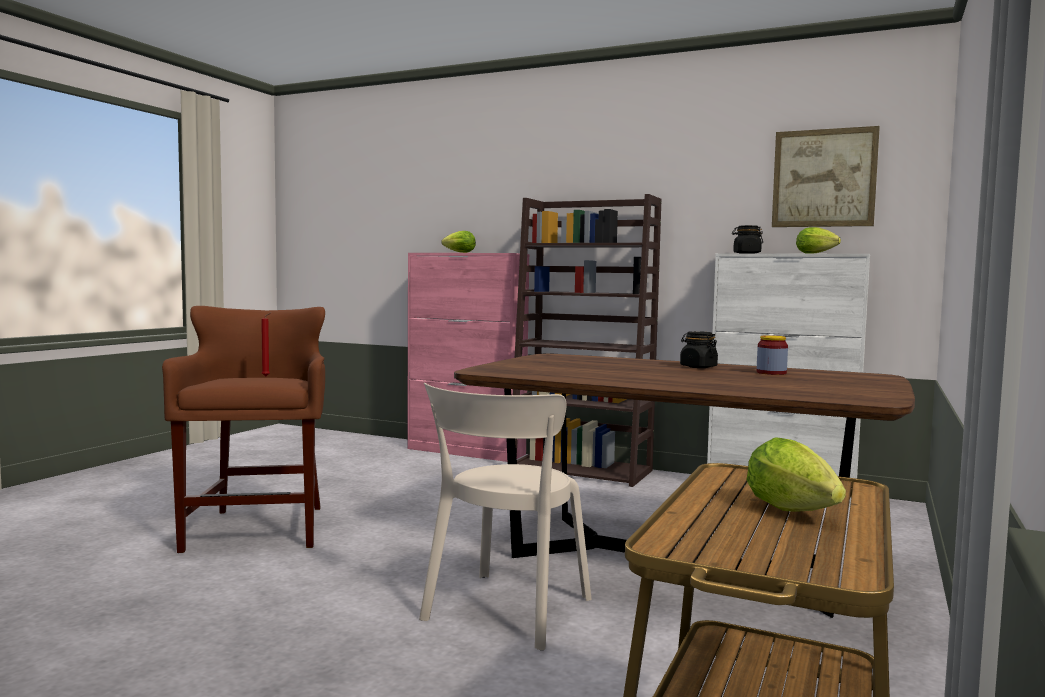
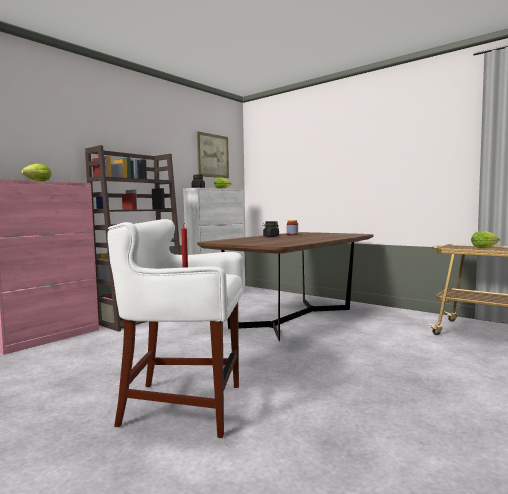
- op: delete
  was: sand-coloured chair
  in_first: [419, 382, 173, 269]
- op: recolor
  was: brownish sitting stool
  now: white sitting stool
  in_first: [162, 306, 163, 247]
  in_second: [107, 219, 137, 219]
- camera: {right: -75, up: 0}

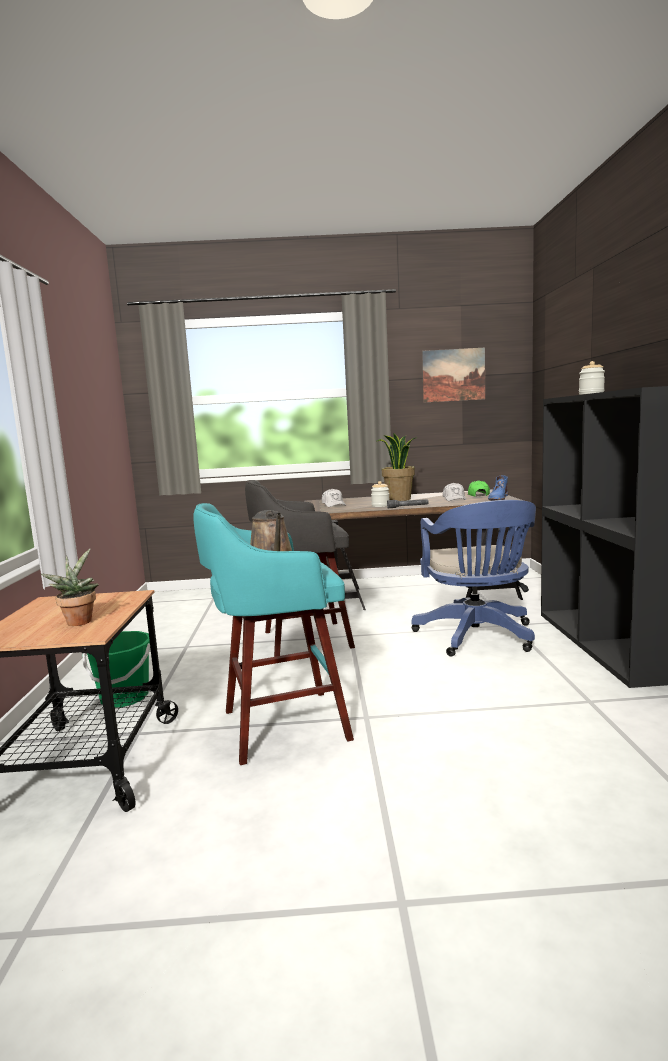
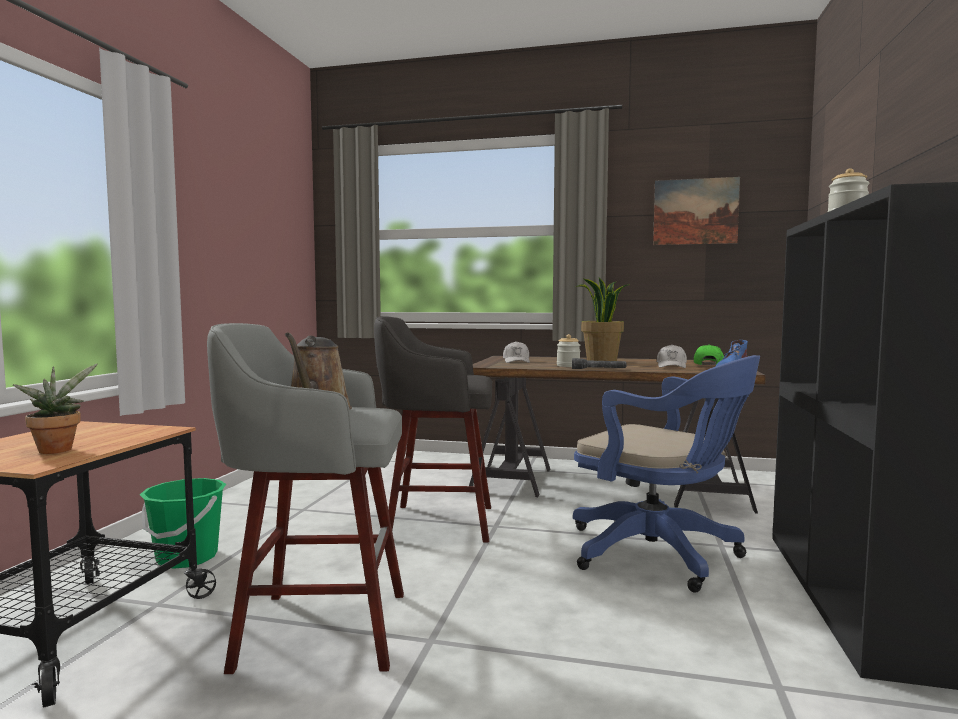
- op: recolor
  was: turquoise sitting stool
  now: gray sitting stool
  in_first: [193, 503, 161, 262]
  in_second: [207, 323, 197, 351]
- op: rotate
  was: bluish desk chair
  in_first: [411, 500, 125, 156]
  in_second: [573, 355, 187, 237]
  clockwise: -60
- camera: {right: 15, up: -5}

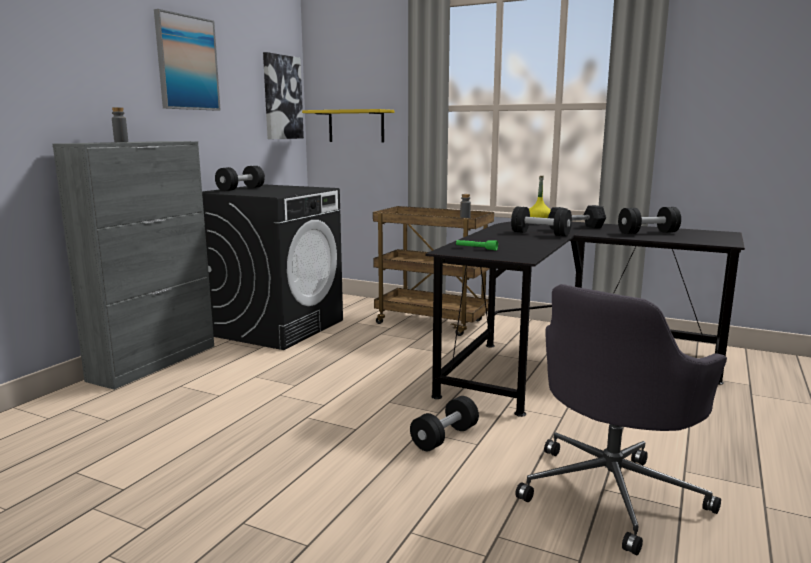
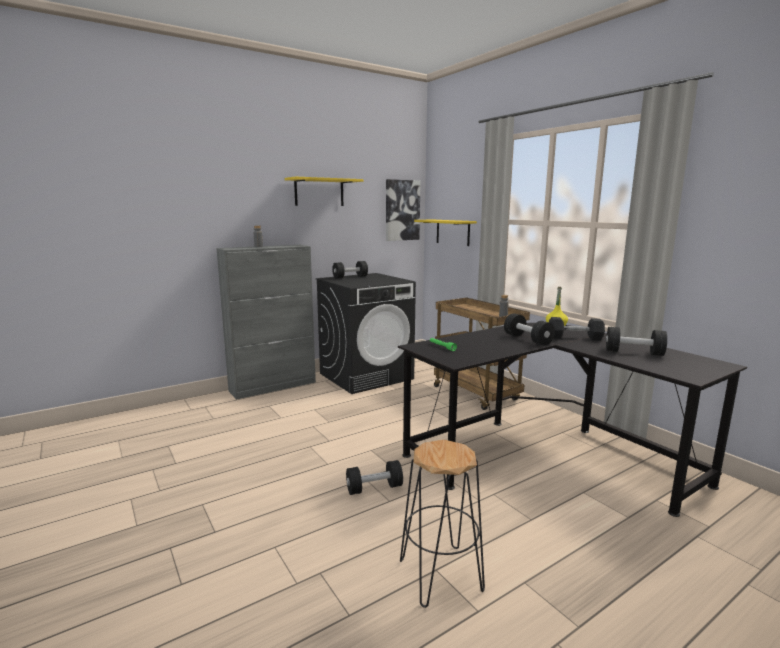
- op: replace
  was: wall picture
  now: yellowish shelf
  in_first: [154, 9, 67, 102]
  in_second: [285, 177, 78, 29]
- op: replace
  was: gray desk chair
  now: black-coloured sitting stool
  in_first: [515, 284, 212, 271]
  in_second: [400, 440, 85, 168]
- camera: {right: 30, up: 0}

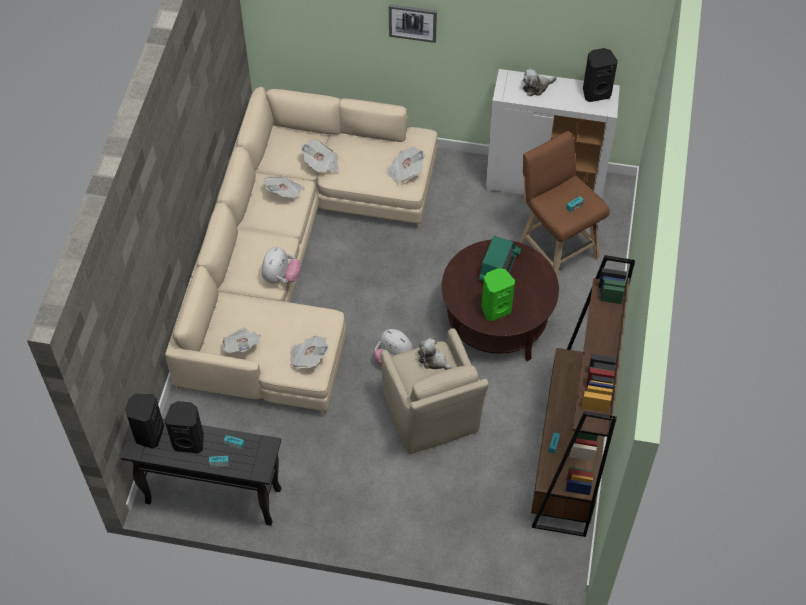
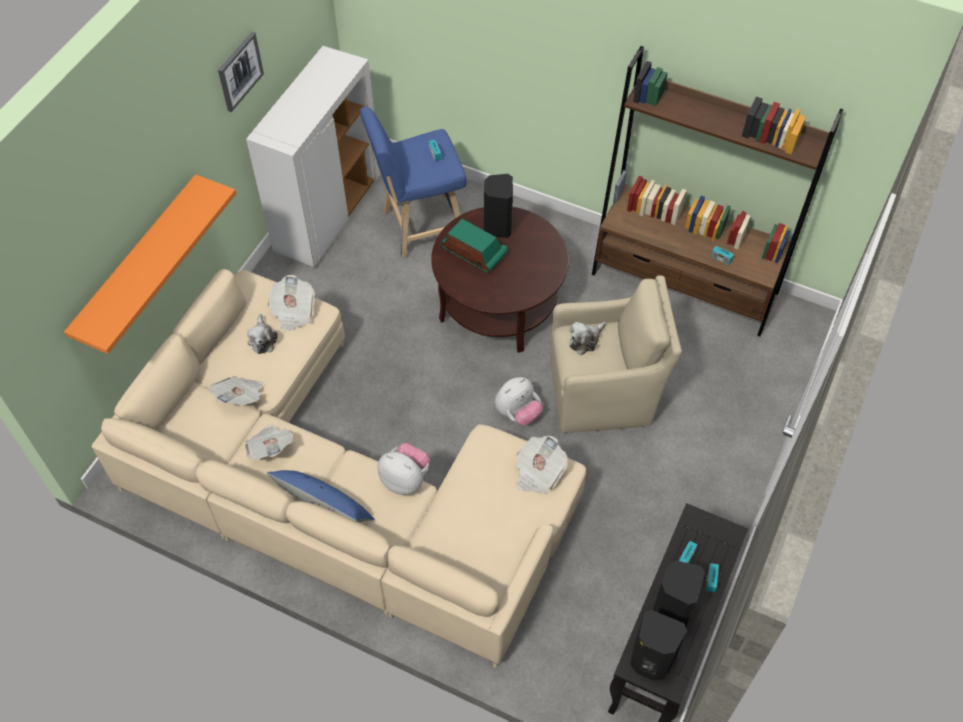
- op: delete
  was: daily paper
  in_first: [222, 327, 39, 26]
- op: delete
  was: green loudspeaker
  in_first: [481, 268, 34, 53]
- op: insert
  now: orangey shelf
  in_second: [64, 174, 172, 180]
- op: insert
  now: bluish pillow
  in_second: [267, 470, 108, 52]
- op: move
  was: wall picture
  in_first: [389, 4, 48, 39]
  in_second: [218, 32, 46, 80]
- op: move
  was: soft toy
  in_first: [523, 69, 34, 27]
  in_second: [247, 314, 31, 40]
- op: move
  was: black-coloured loudspeaker
  in_first: [583, 48, 35, 54]
  in_second: [484, 174, 29, 64]
- op: recolor
  was: brownish sitting stool
  now: bluish sitting stool
  in_first: [519, 131, 91, 145]
  in_second: [360, 106, 107, 152]
- camera: {right: -75, up: 0}

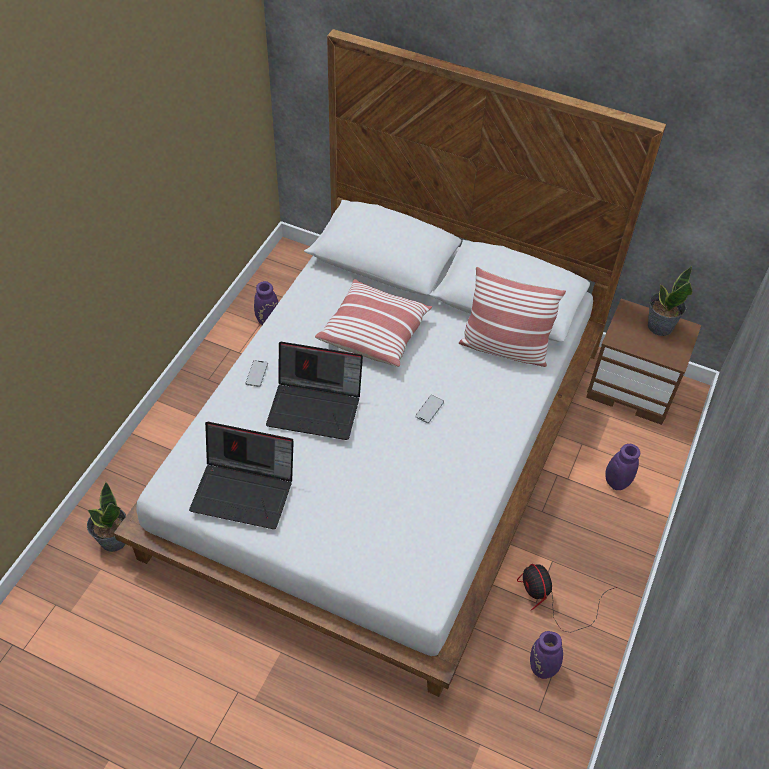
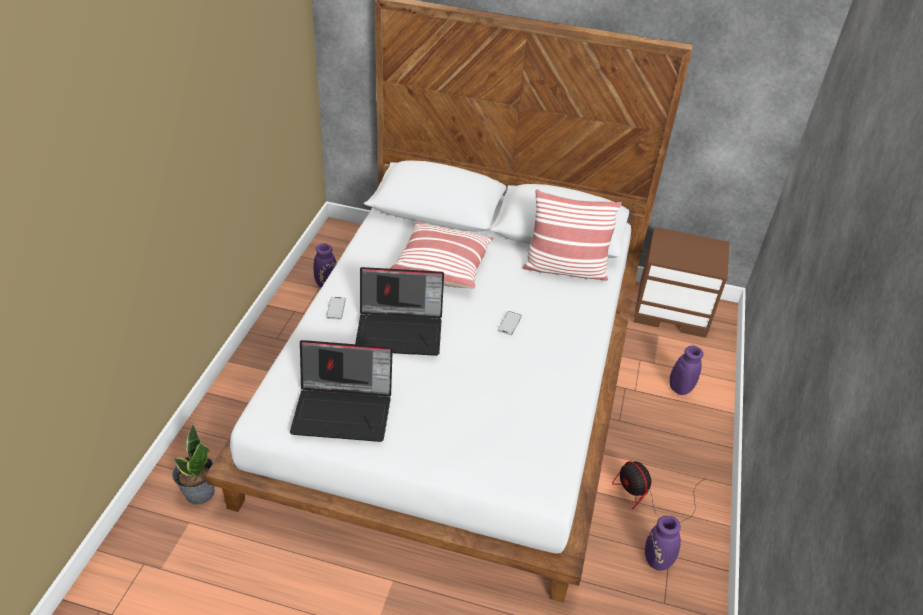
- op: delete
  was: potted plant
  in_first: [648, 266, 44, 70]
- camera: {right: -10, up: -10}

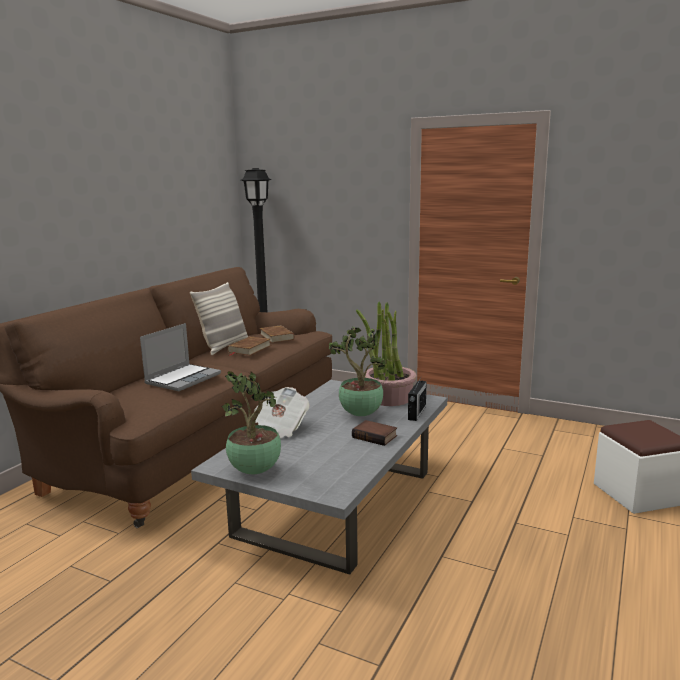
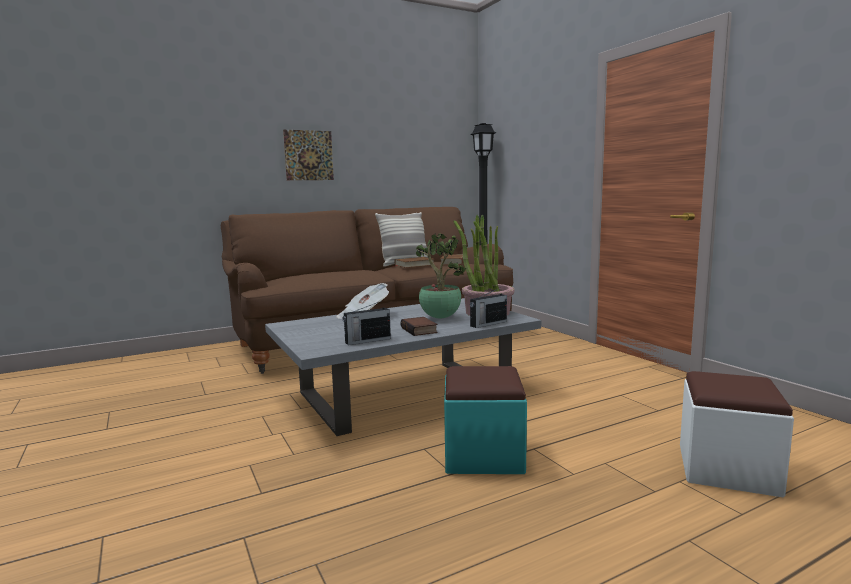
- op: delete
  was: laptop
  in_first: [140, 323, 81, 68]
- op: delete
  was: potted plant
  in_first: [221, 371, 60, 103]
- op: insert
  now: wall picture
  in_second: [283, 130, 51, 50]
- op: insert
  now: radio set
  in_second: [343, 301, 48, 44]
- op: insert
  now: turquoise pouffe
  in_second: [444, 366, 83, 108]
- camera: {right: 35, up: -5}

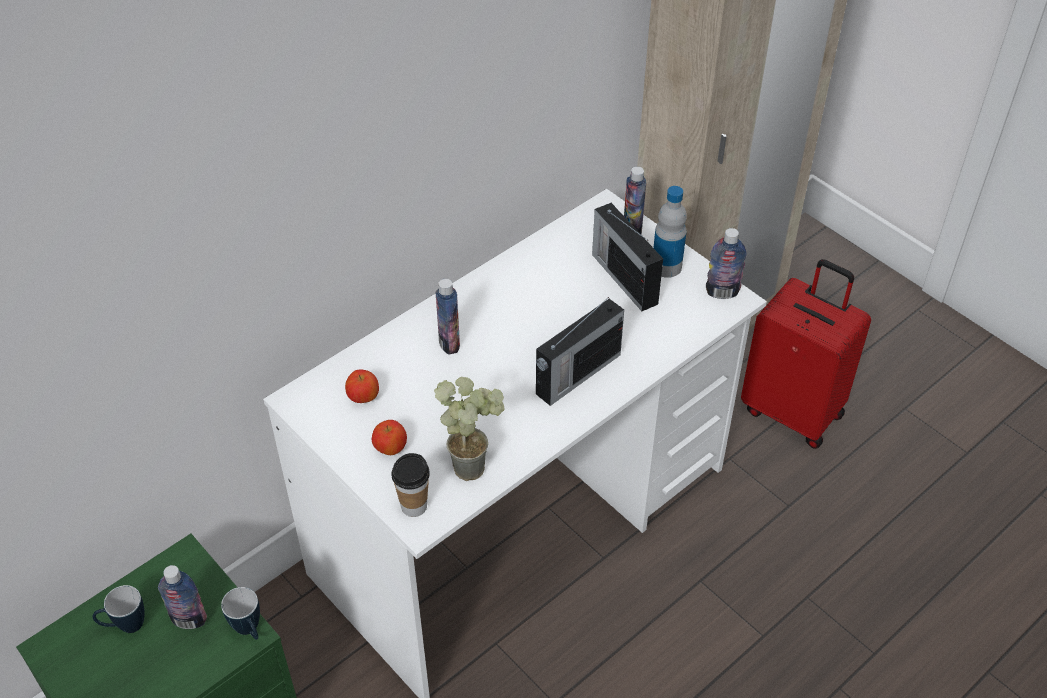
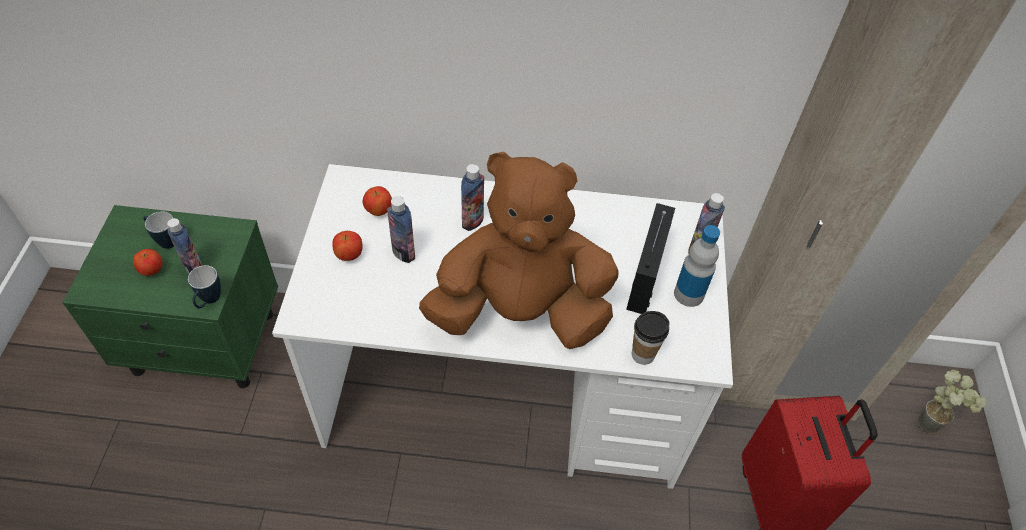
- op: insert
  now: whole apple
  in_second: [133, 249, 30, 27]
- op: move
  was: cup
  in_first: [392, 453, 38, 64]
  in_second: [632, 311, 37, 54]
- op: move
  was: potted plant
  in_first: [434, 377, 71, 104]
  in_second: [918, 370, 69, 64]
- op: move
  was: drink bottle
  in_first: [706, 228, 41, 71]
  in_second: [387, 196, 28, 67]
- op: replace
  was: radio set
  now: brownish soft toy
  in_first: [536, 297, 88, 109]
  in_second: [419, 152, 200, 197]
- camera: {right: 45, up: 5}

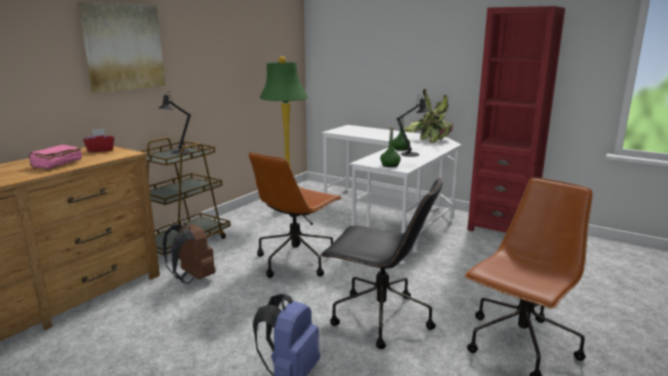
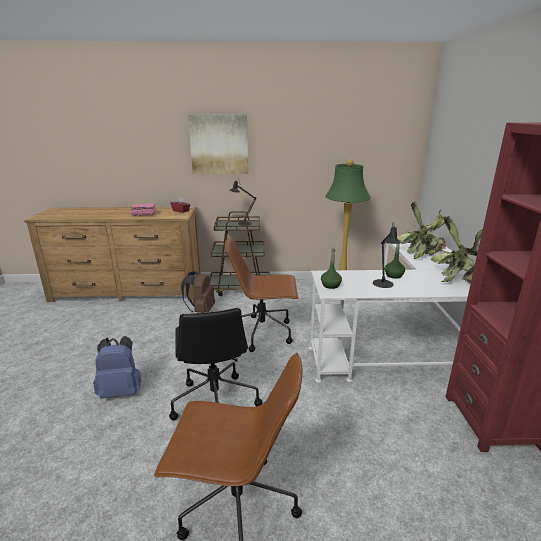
- op: insert
  now: potted plant
  in_second: [397, 202, 50, 57]
- camera: {right: 55, up: 5}

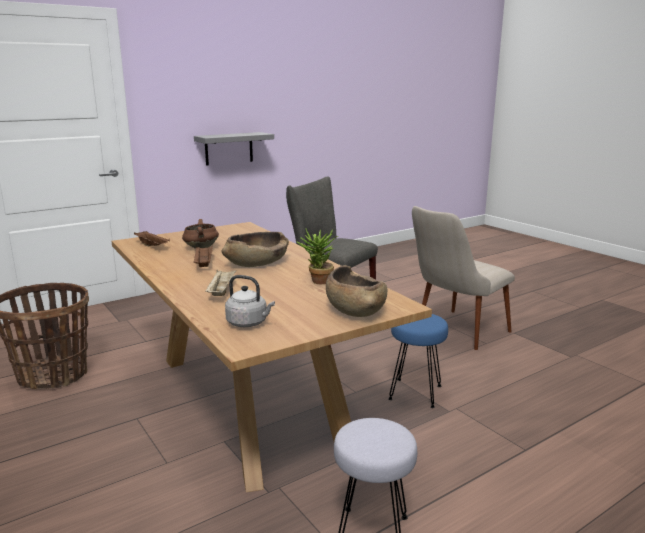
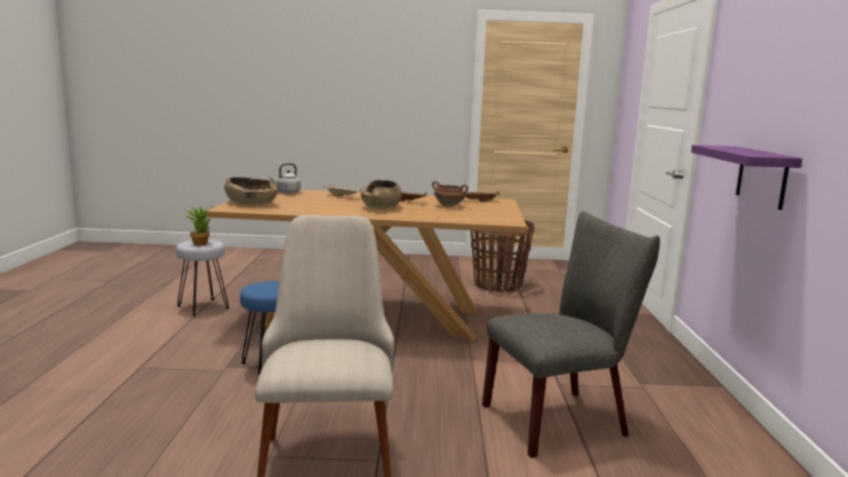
- op: move
  was: potted plant
  in_first: [297, 228, 41, 56]
  in_second: [184, 206, 28, 40]
- op: recolor
  was: gray shelf
  now: purple shelf
  in_first: [194, 132, 80, 34]
  in_second: [691, 145, 111, 65]
- camera: {right: 125, up: -5}

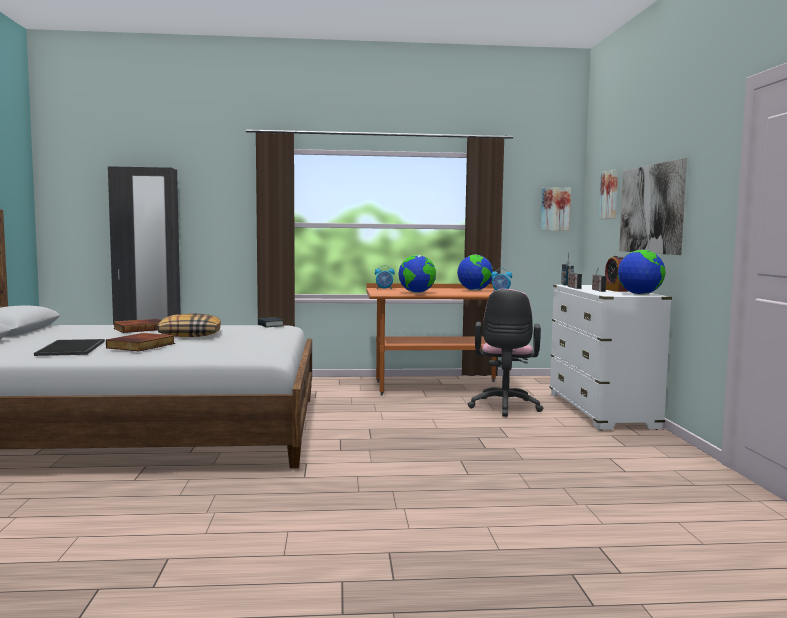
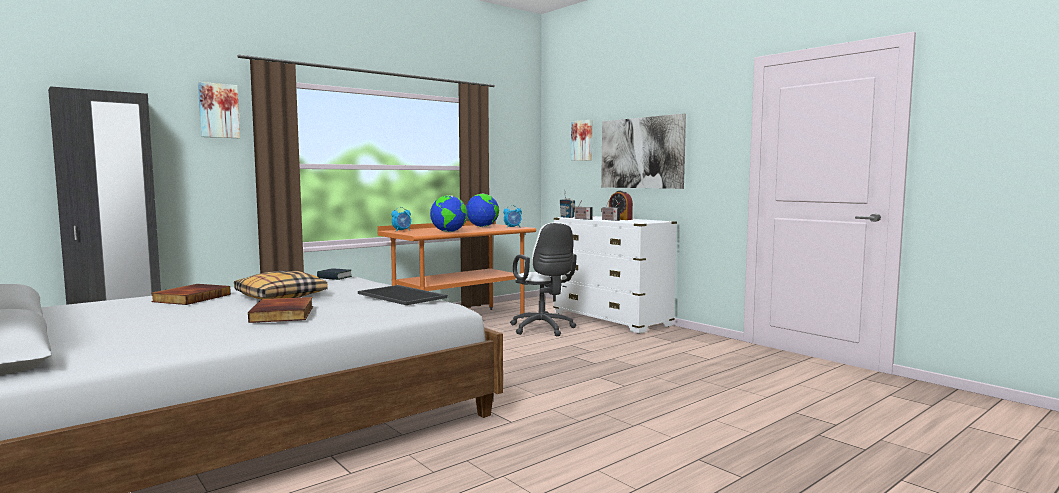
- op: delete
  was: world globe
  in_first: [618, 250, 48, 45]
- op: move
  was: serving tray
  in_first: [34, 339, 71, 17]
  in_second: [358, 285, 89, 20]
- op: move
  was: wall picture
  in_first: [540, 187, 31, 44]
  in_second: [198, 82, 42, 56]
- op: recolor
  was: pinkish desk chair
  now: white desk chair
  in_first: [468, 289, 75, 128]
  in_second: [510, 223, 67, 113]
- camera: {right: -35, up: 0}

